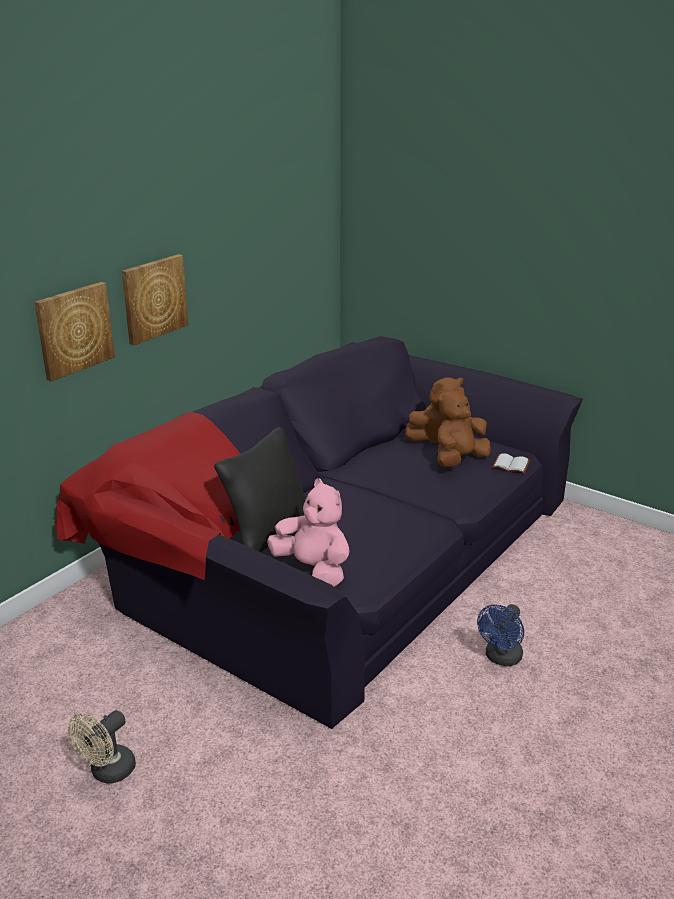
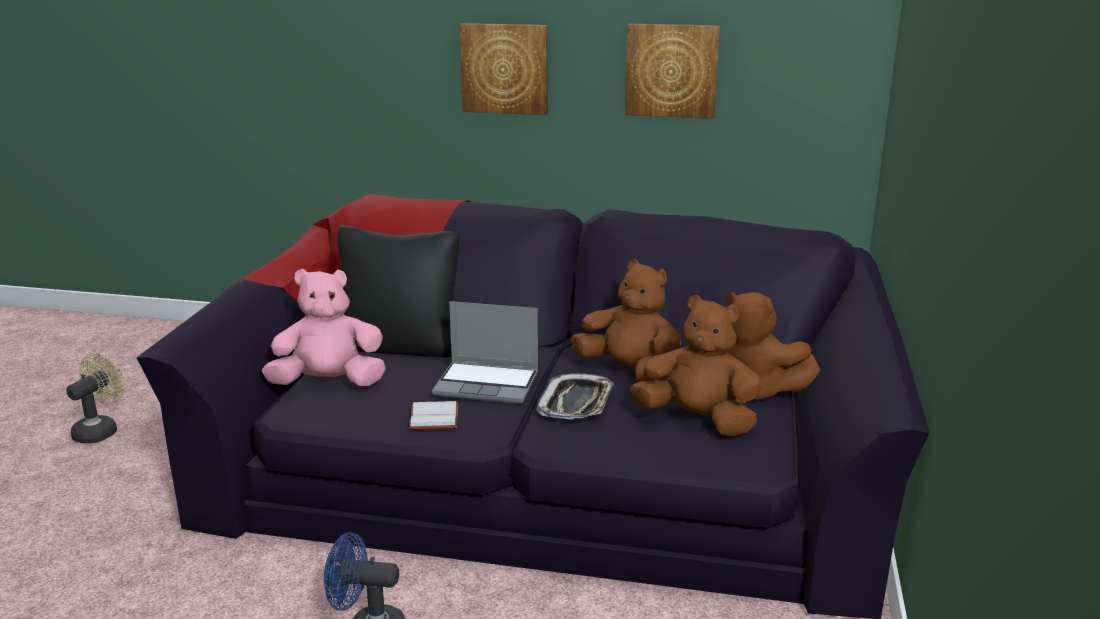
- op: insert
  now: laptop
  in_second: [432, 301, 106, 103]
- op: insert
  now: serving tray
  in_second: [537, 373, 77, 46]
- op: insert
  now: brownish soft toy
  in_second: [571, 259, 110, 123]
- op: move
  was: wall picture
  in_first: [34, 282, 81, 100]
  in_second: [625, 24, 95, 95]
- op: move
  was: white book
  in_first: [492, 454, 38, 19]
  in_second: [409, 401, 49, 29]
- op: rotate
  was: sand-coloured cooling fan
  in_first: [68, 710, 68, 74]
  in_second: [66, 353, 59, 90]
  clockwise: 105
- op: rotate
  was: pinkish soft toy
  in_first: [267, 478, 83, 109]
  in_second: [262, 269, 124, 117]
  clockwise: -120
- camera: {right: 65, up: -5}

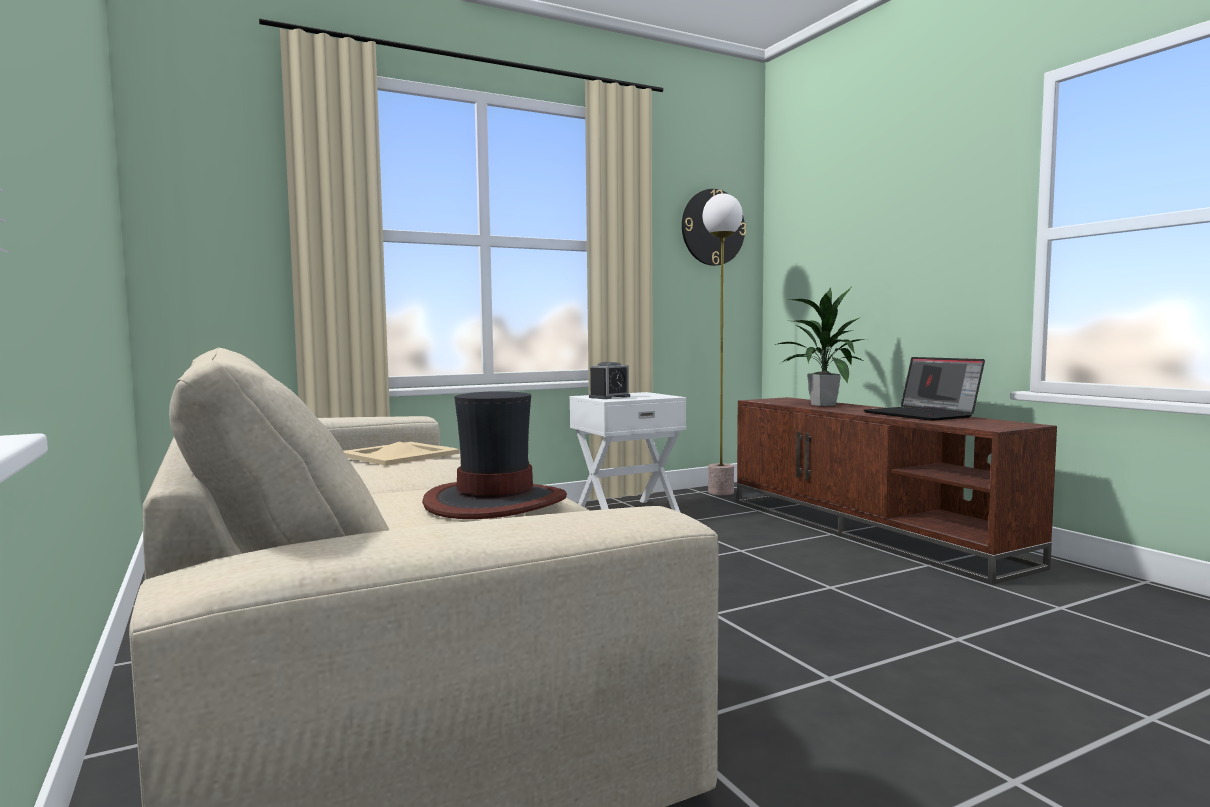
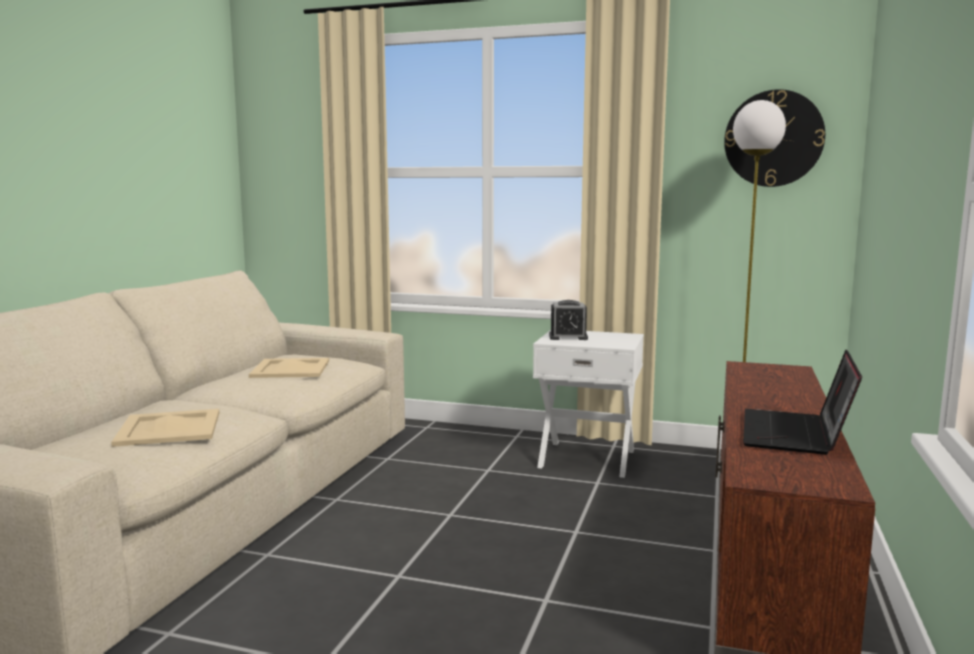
- op: delete
  was: potted plant
  in_first: [775, 287, 94, 119]
- op: replace
  was: wearable hat
  now: sand-coloured serving tray
  in_first: [422, 391, 145, 128]
  in_second: [111, 409, 108, 38]
- camera: {right: 45, up: 5}

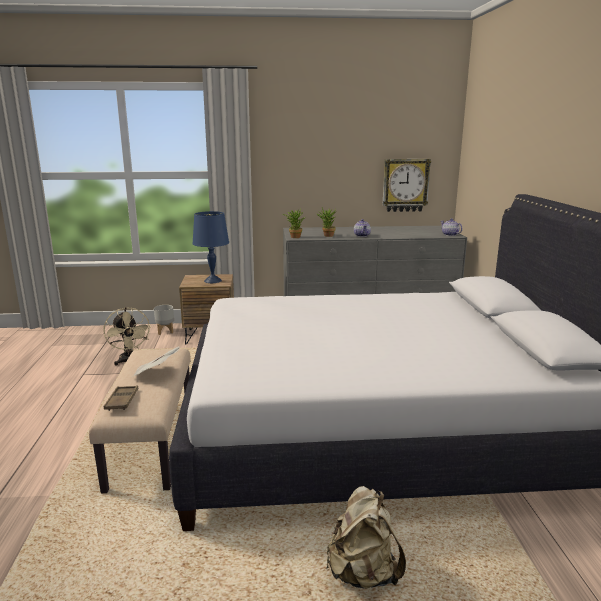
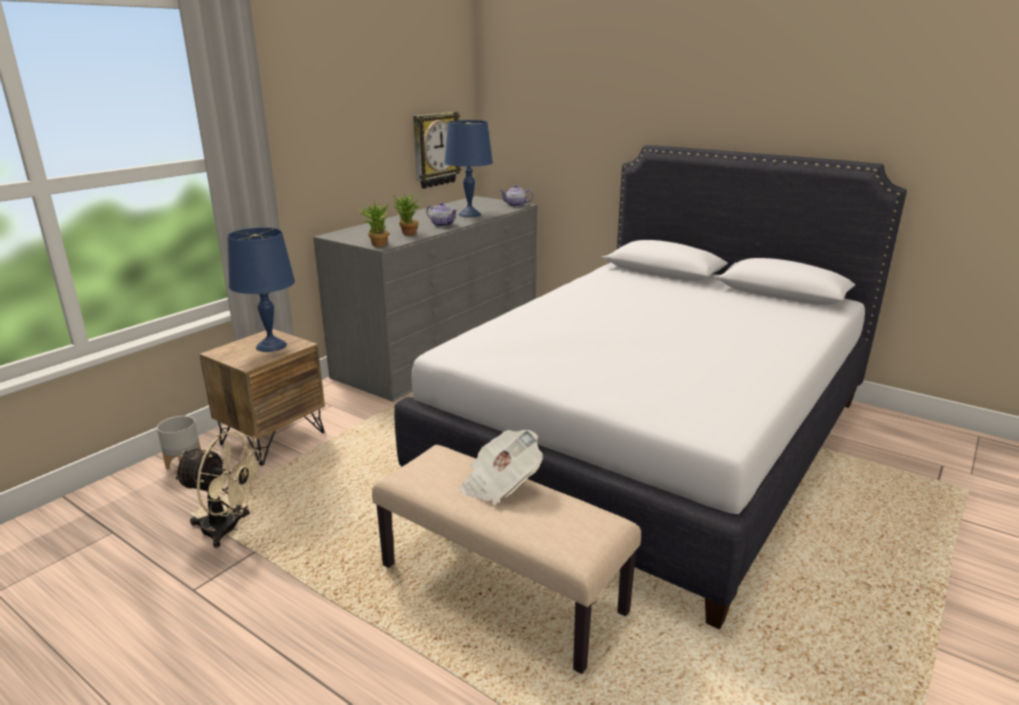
- op: delete
  was: brownish serving tray
  in_first: [104, 385, 35, 26]
- op: delete
  was: sand-coloured rucksack
  in_first: [326, 486, 80, 103]
- op: insert
  now: bluish lamp for a table
  in_second: [444, 120, 49, 97]
- camera: {right: -50, up: 5}

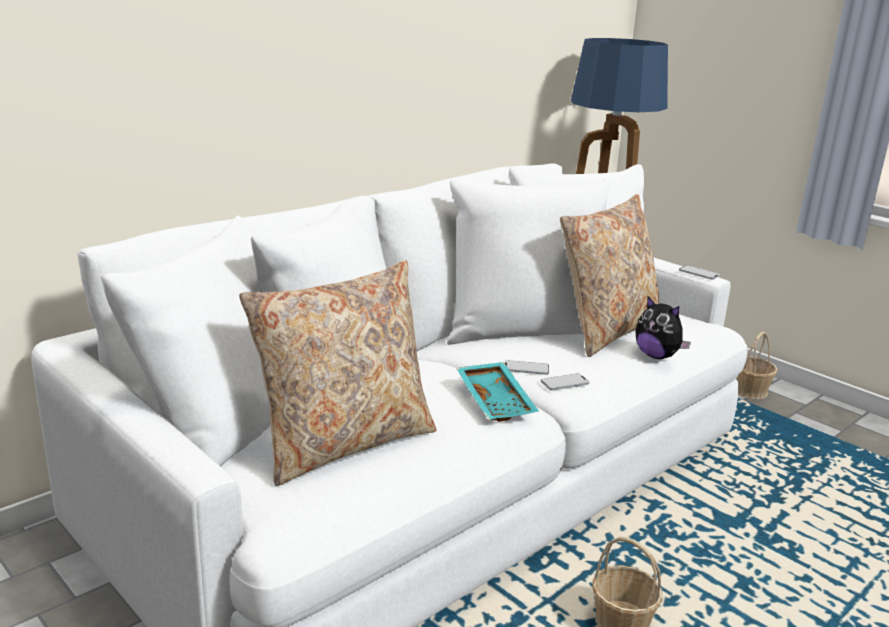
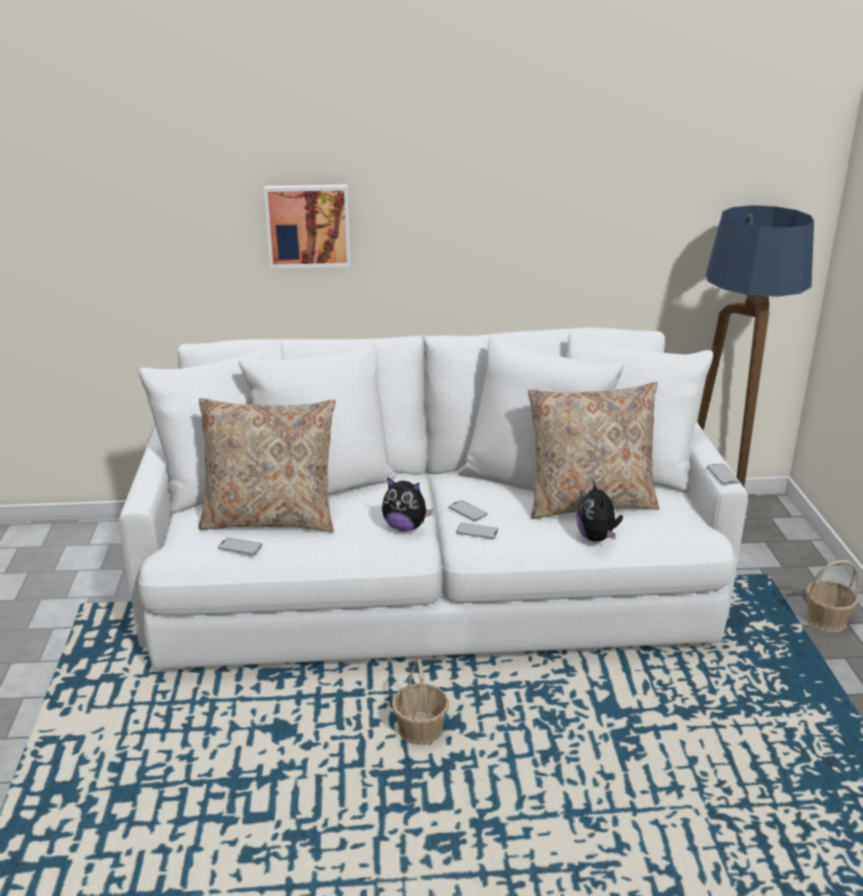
- op: insert
  now: handset
  in_second: [218, 537, 44, 18]
- op: insert
  now: wall picture
  in_second: [264, 185, 87, 84]
- op: replace
  was: turquoise serving tray
  now: soft toy
  in_first: [456, 362, 83, 60]
  in_second: [382, 477, 52, 55]
- camera: {right: 40, up: 5}

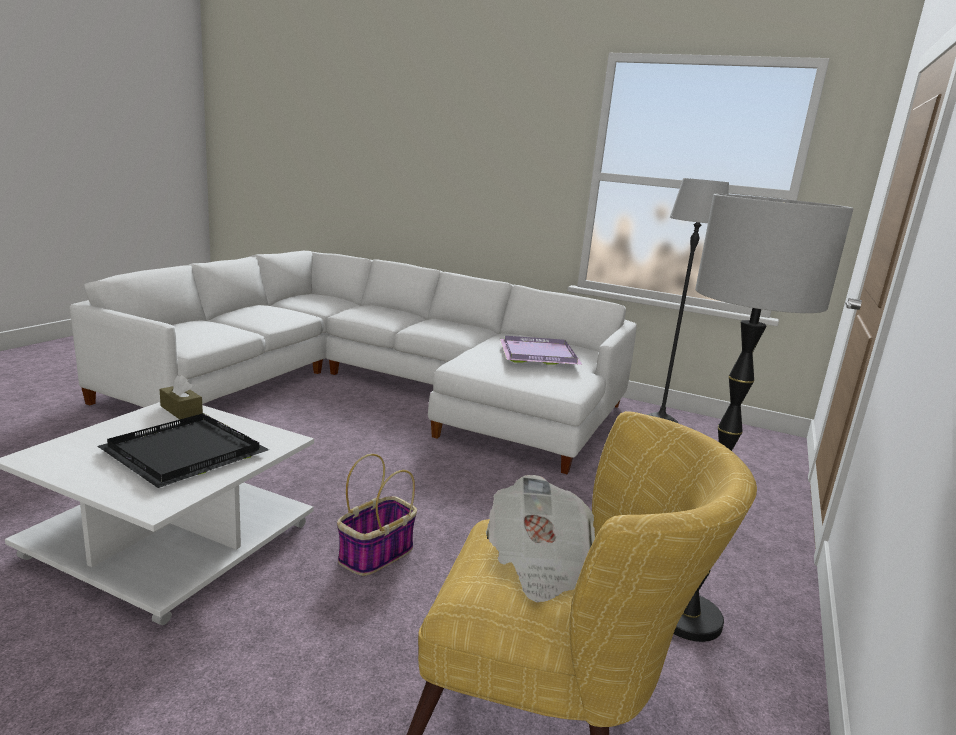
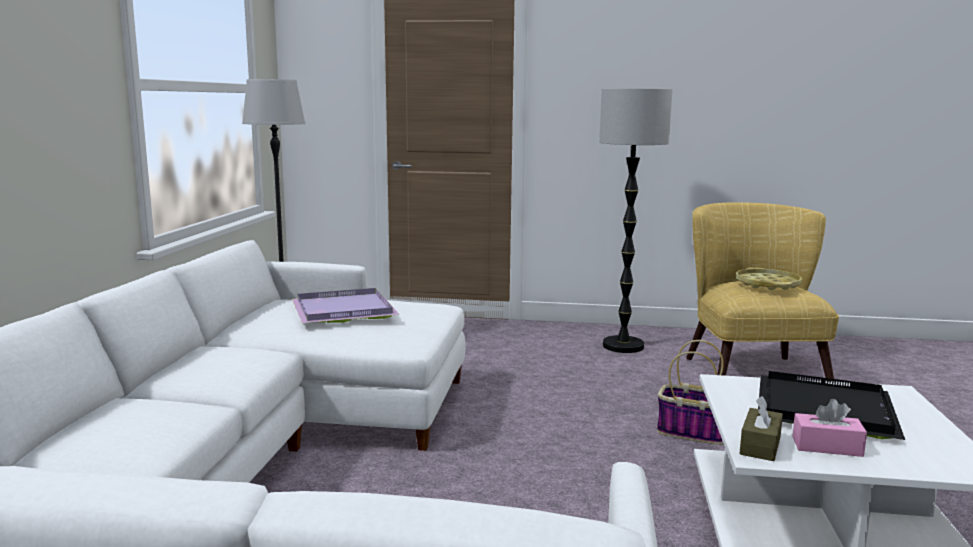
- op: insert
  now: pinkish tissue holder
  in_second: [792, 399, 75, 58]
- op: replace
  was: daily paper
  now: yellowish serving tray
  in_first: [486, 475, 109, 128]
  in_second: [736, 267, 66, 23]
- camera: {right: -105, up: -5}

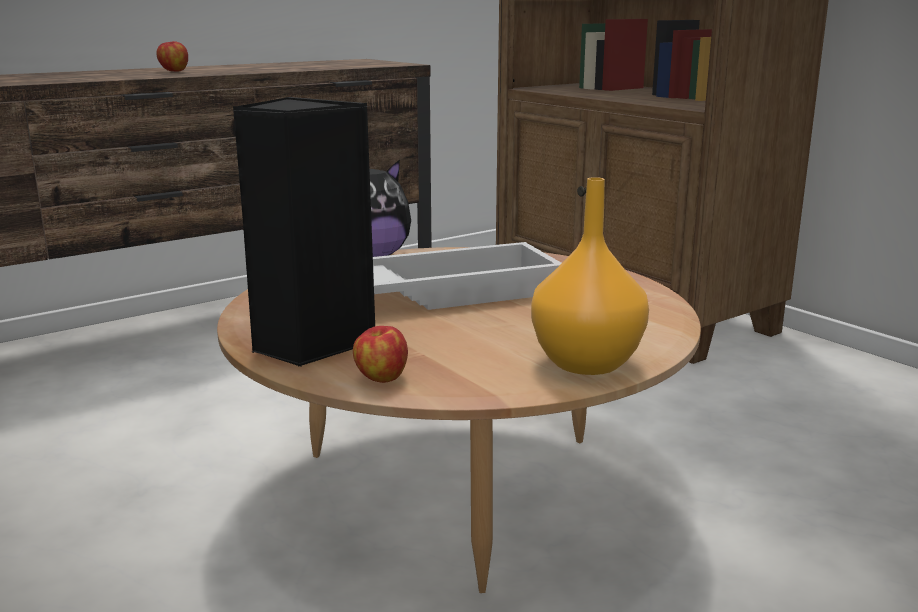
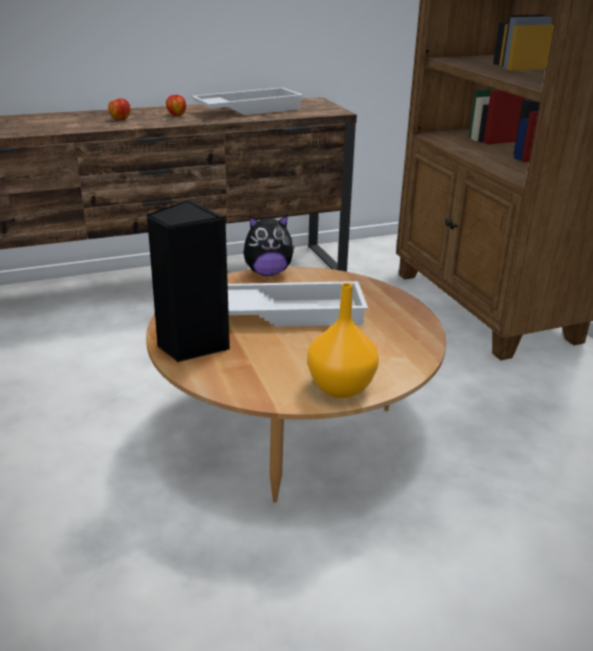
- op: insert
  now: white serving tray
  in_second: [191, 87, 113, 28]
- op: move
  was: whole apple
  in_first: [353, 326, 55, 57]
  in_second: [108, 99, 22, 21]
- camera: {right: 15, up: 10}

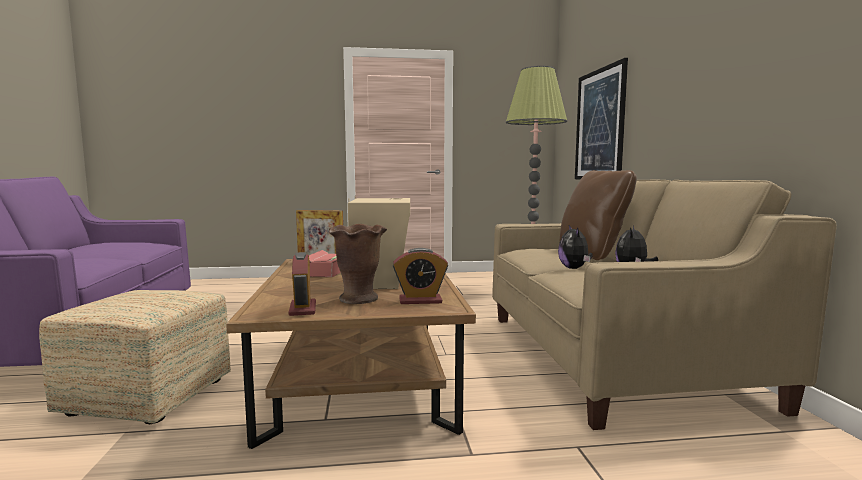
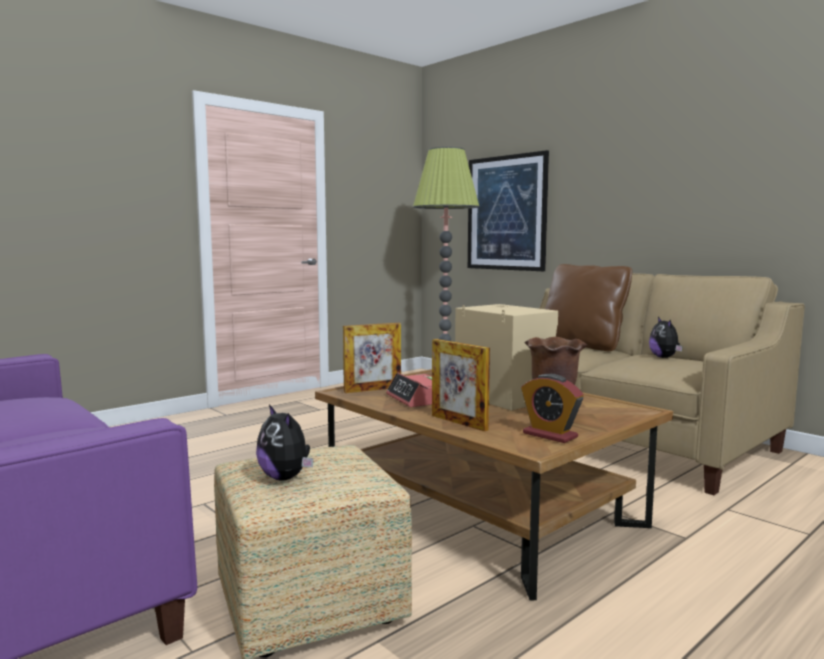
- op: delete
  was: alarm clock
  in_first: [393, 248, 55, 56]
- op: insert
  now: standing frame
  in_second: [432, 339, 58, 92]
- op: move
  was: soft toy
  in_first: [558, 225, 35, 44]
  in_second: [256, 404, 57, 77]
- camera: {right: -35, up: 0}

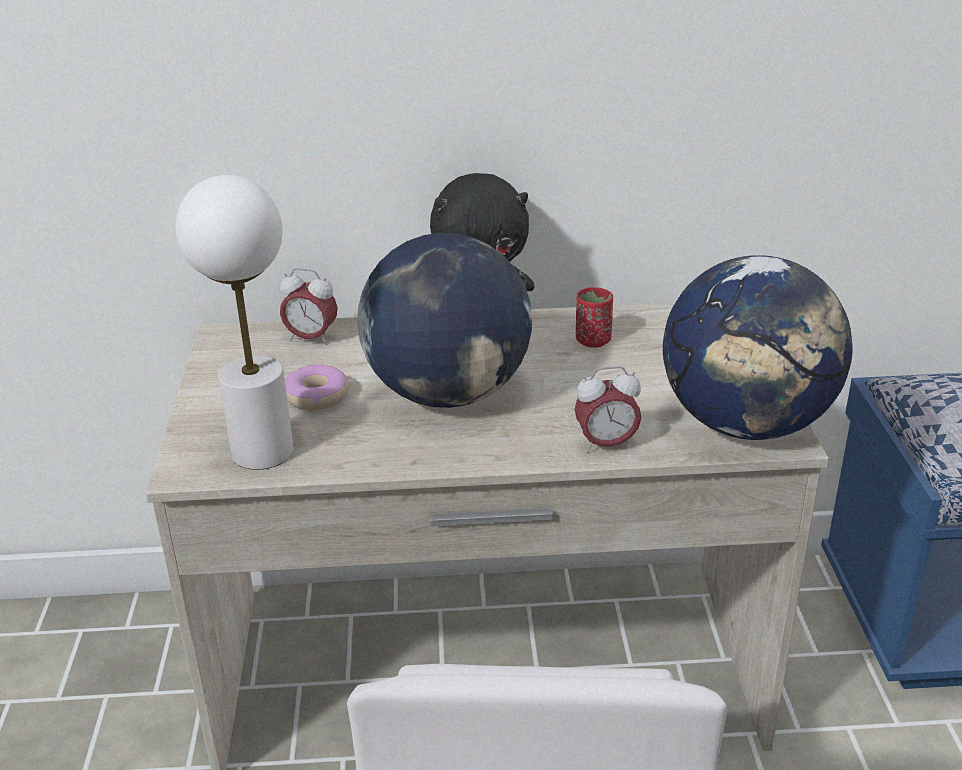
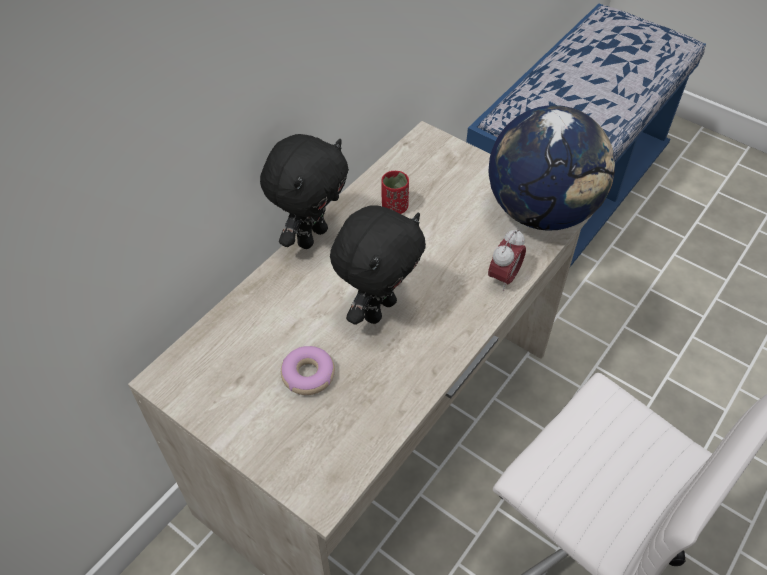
- op: delete
  was: white lamp for a table
  in_first: [176, 175, 118, 295]
- op: delete
  was: alarm clock
  in_first: [280, 268, 58, 77]
- op: replace
  was: world globe
  now: black-coloured soft toy
  in_first: [358, 233, 174, 175]
  in_second: [330, 205, 96, 120]
- camera: {right: -50, up: 20}

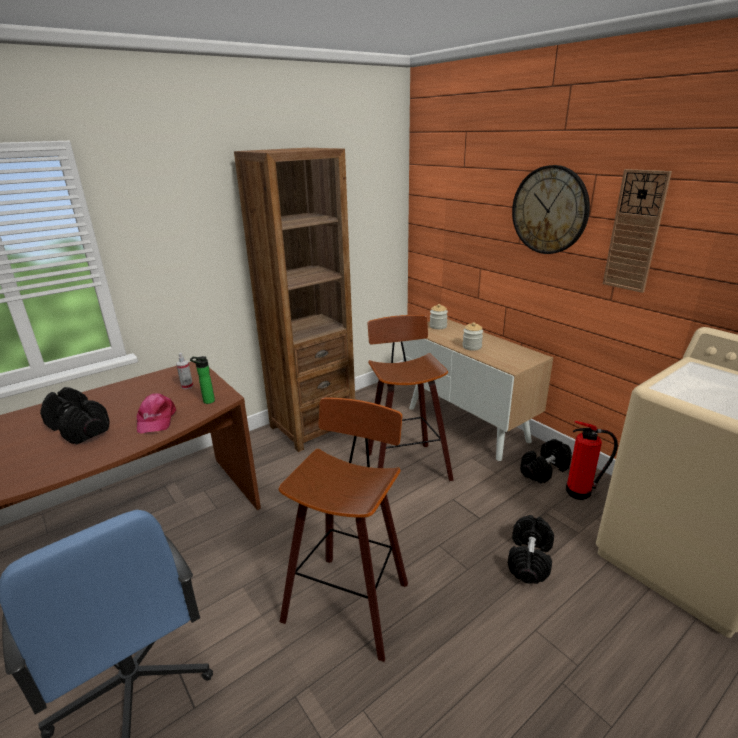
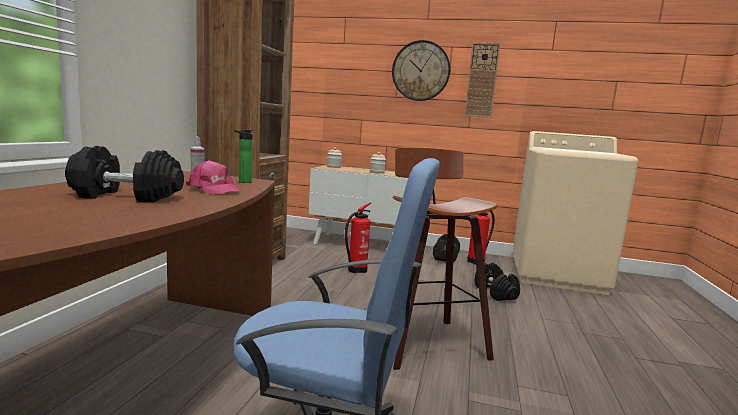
- op: replace
  was: sitting stool
  now: extinguisher
  in_first: [366, 315, 88, 166]
  in_second: [345, 203, 26, 70]
- camera: {right: -40, up: -15}

